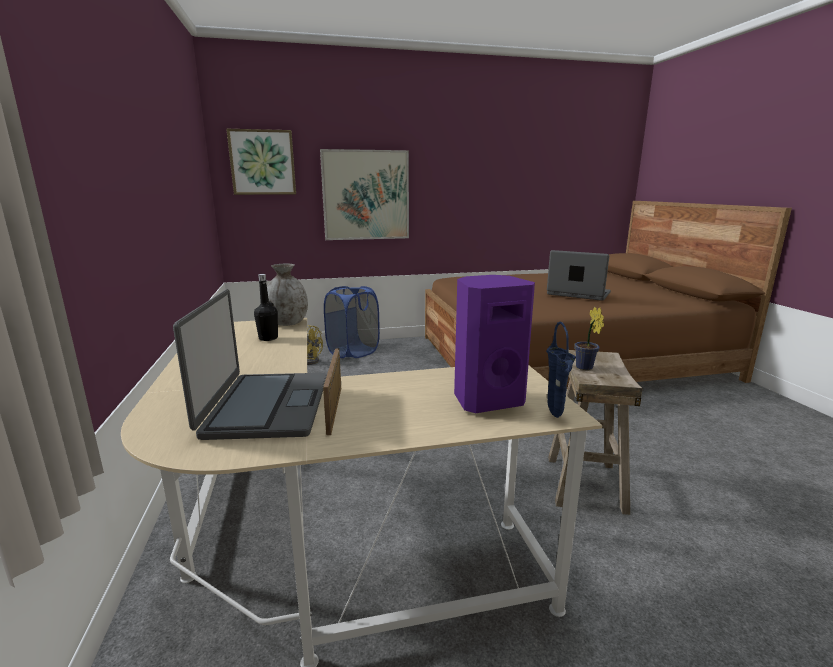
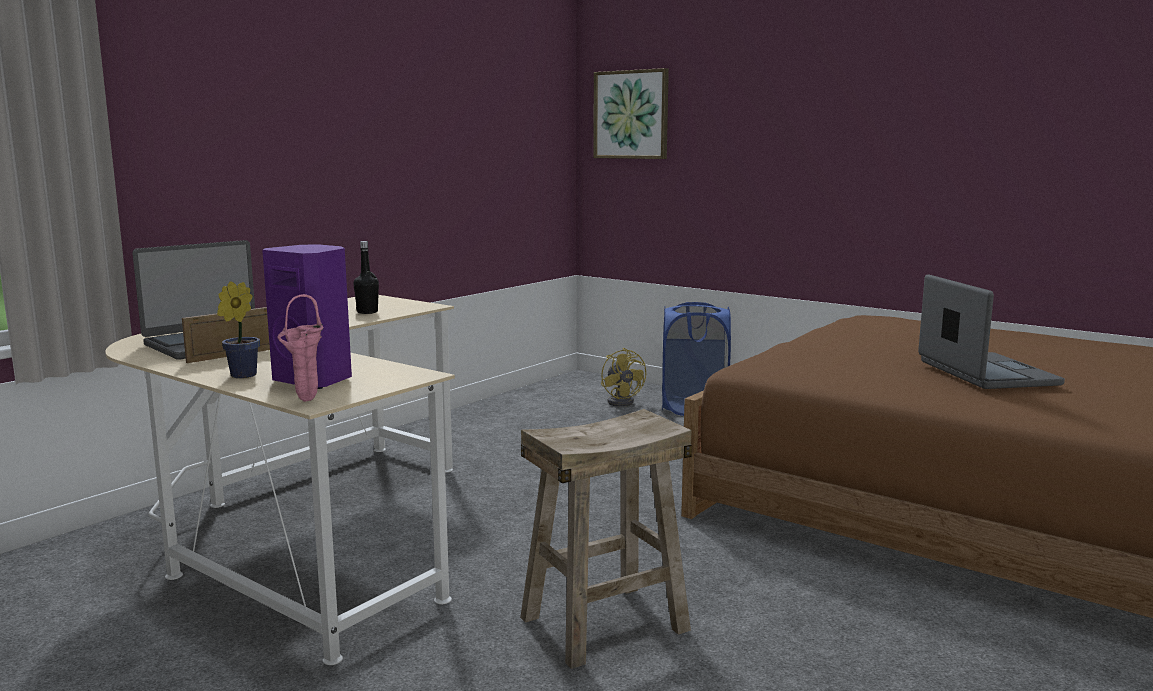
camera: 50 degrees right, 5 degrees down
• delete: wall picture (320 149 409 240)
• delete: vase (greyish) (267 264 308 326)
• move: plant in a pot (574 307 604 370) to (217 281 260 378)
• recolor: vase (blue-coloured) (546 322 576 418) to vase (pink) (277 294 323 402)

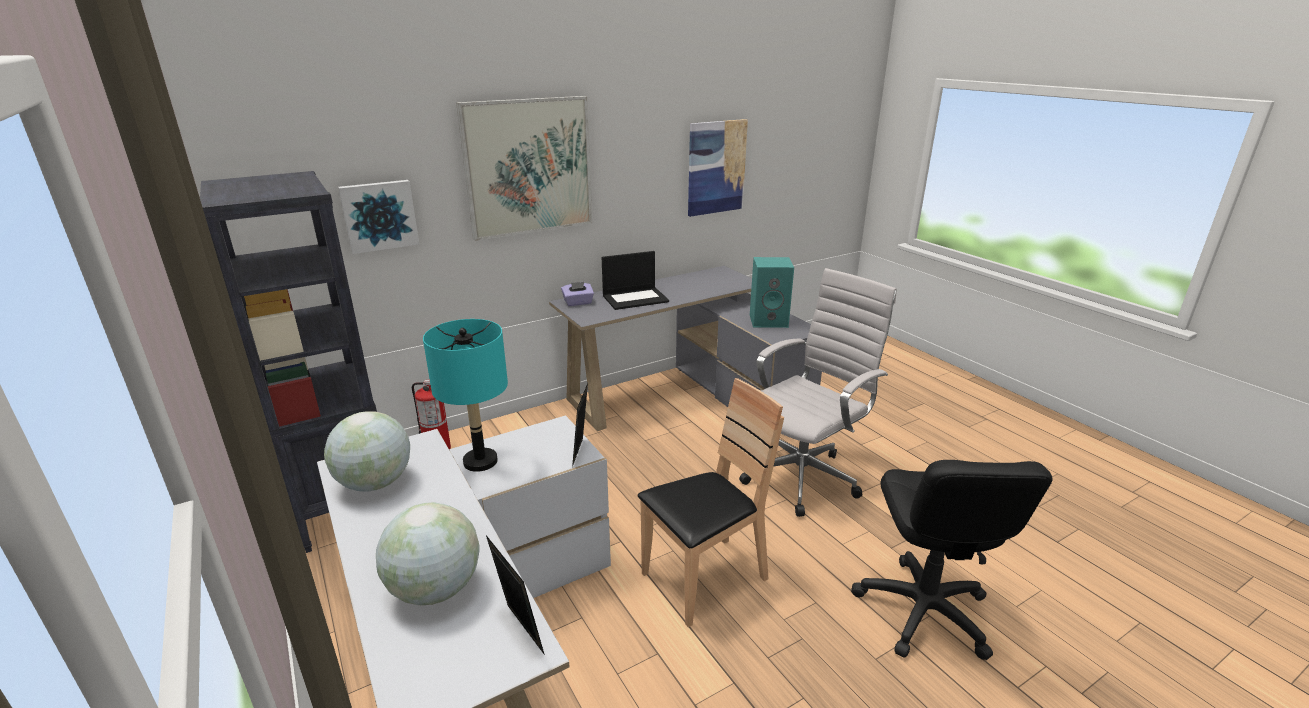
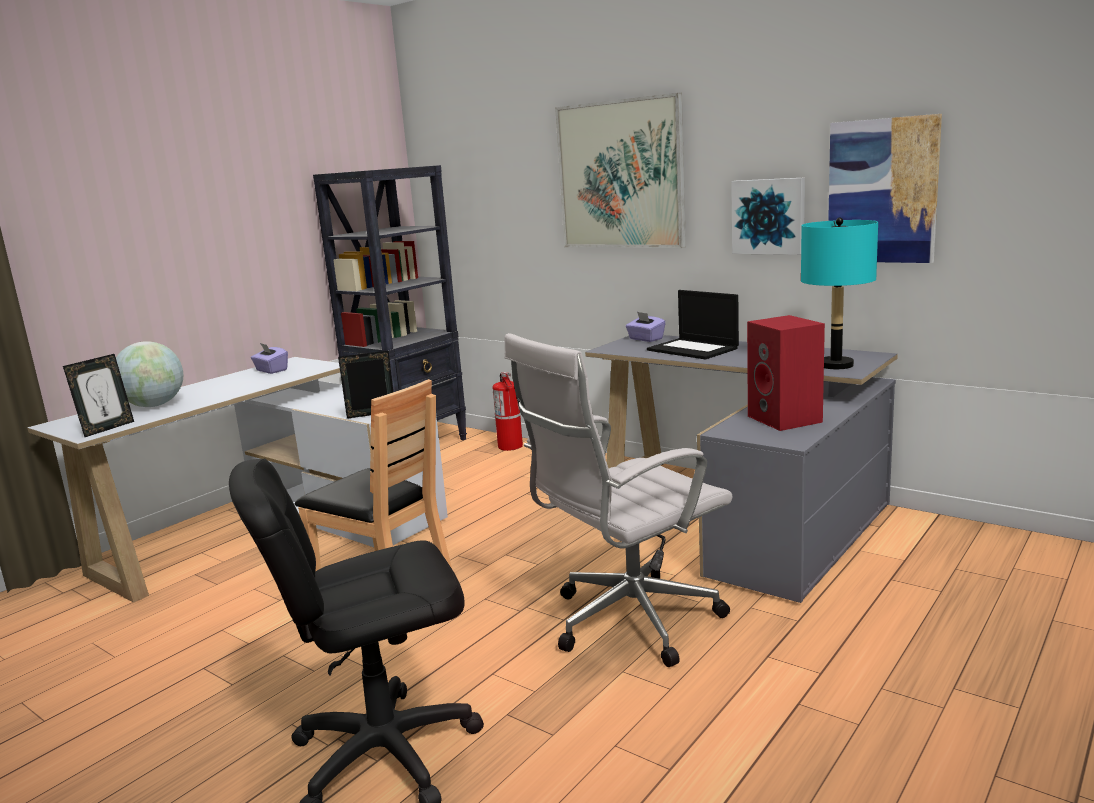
camera: 70 degrees right, 10 degrees down
• move: wall picture (338 180 419 254) to (731 177 805 255)
• recolor: audio speaker (turquoise-coloured) (750 257 794 328) to audio speaker (red) (747 315 825 431)
• rotate: office chair (white-coloured) (739 268 897 517) = (504 333 732 667) 120 degrees clockwise
• move: tabletop lamp (turquoise-coloured) (423 319 508 472) to (801 217 878 369)
• replace: world globe (324 411 410 492) to box of tissues (purple-coloured) (251 343 288 374)

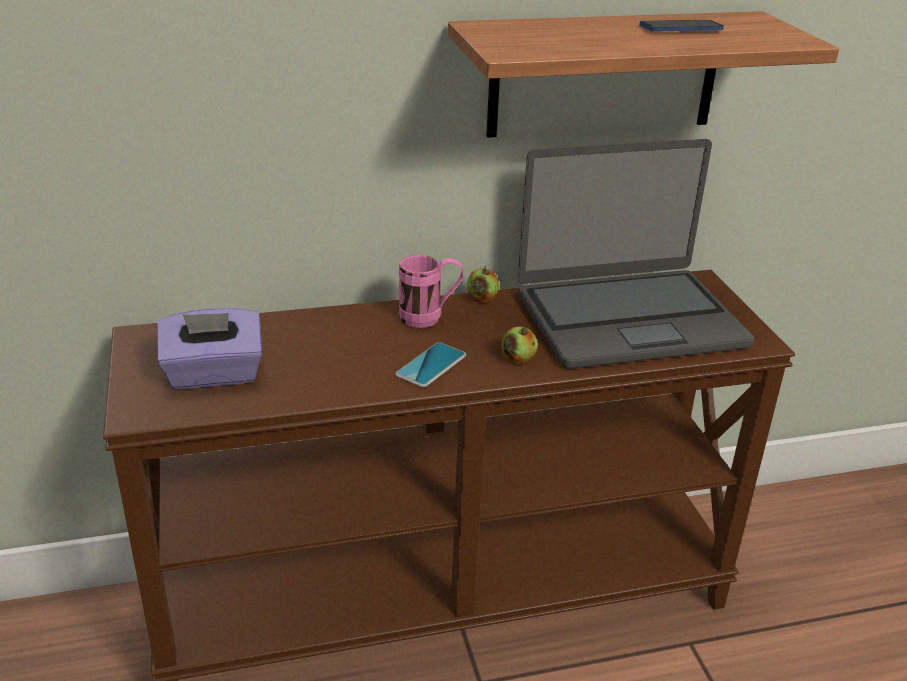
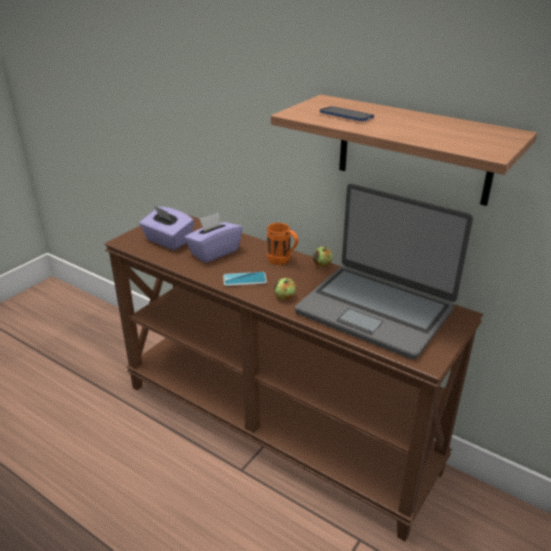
camera: 50 degrees right, 0 degrees up
• move: handset (639 20 724 31) to (320 106 374 121)
• recolor: coffee mug (pink) (399 255 463 328) to coffee mug (orange-coloured) (267 223 298 265)
• insert: box of tissues (purple-coloured) (184 212 242 263)

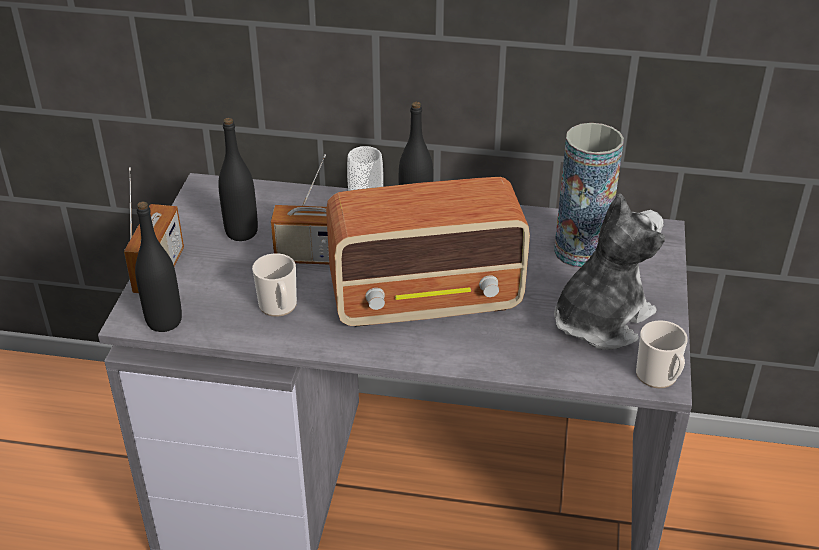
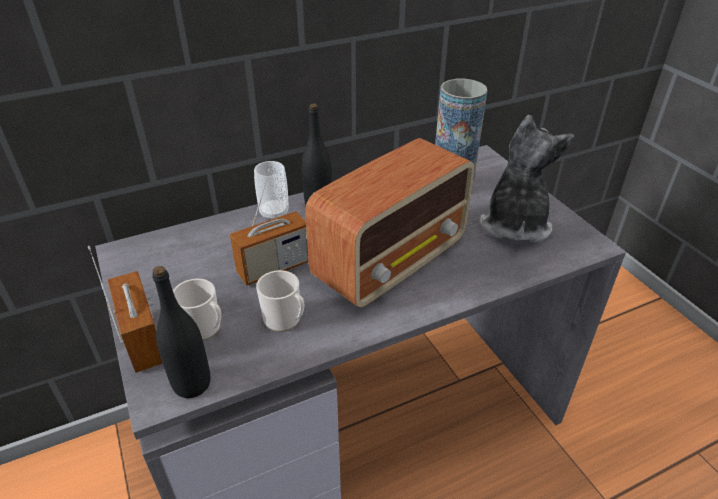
camera: 35 degrees left, 0 degrees up
• delete: beverage bottle (blackish) (218 118 258 241)
• move: coffee mug (636 320 688 388) to (173 279 221 341)

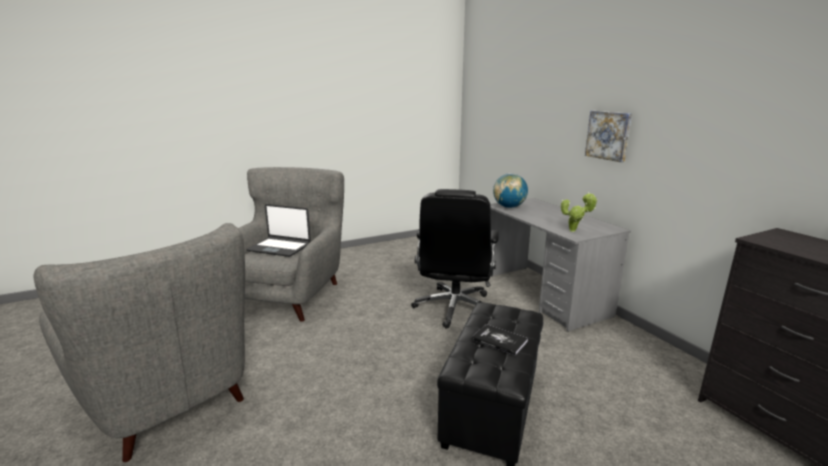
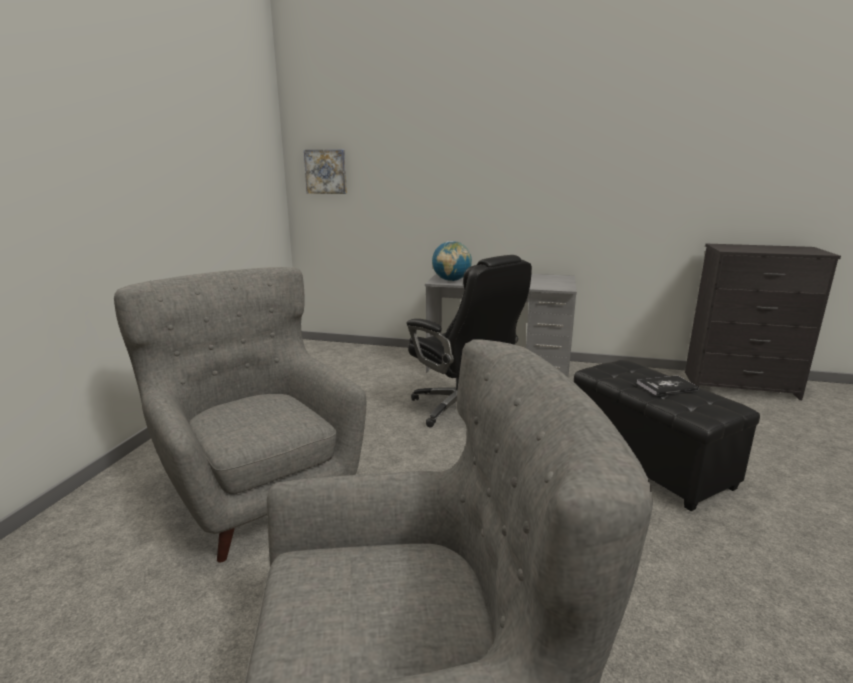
camera: 50 degrees left, 0 degrees up
• move: wall picture (585 111 632 162) to (304 149 347 194)
• delete: plant in a pot (561 192 598 232)
• delete: laptop (246 204 311 257)

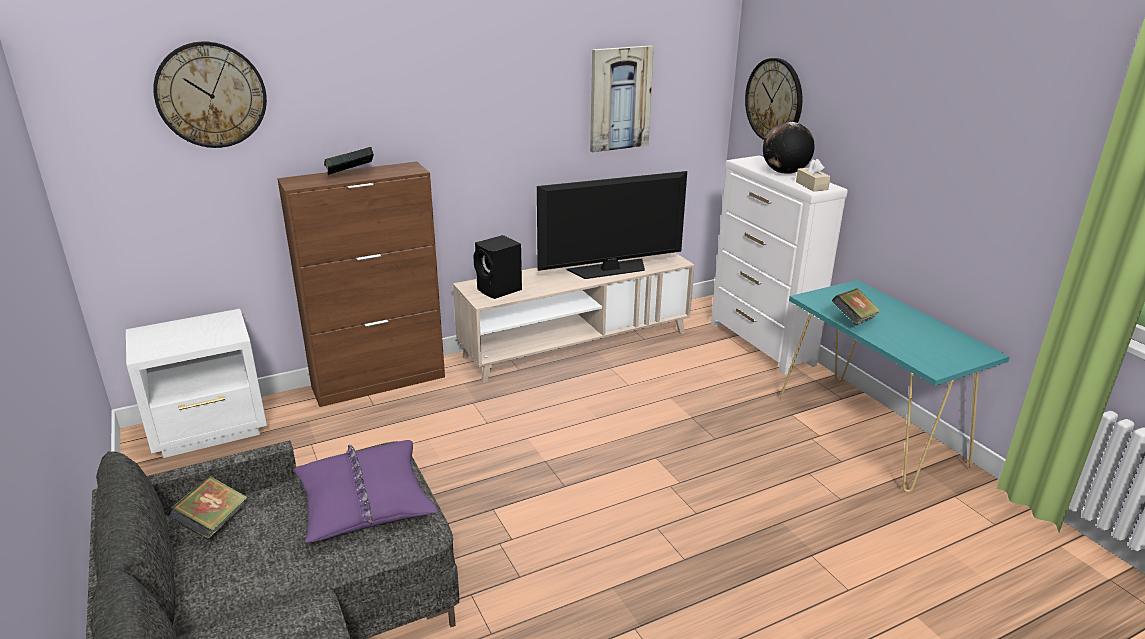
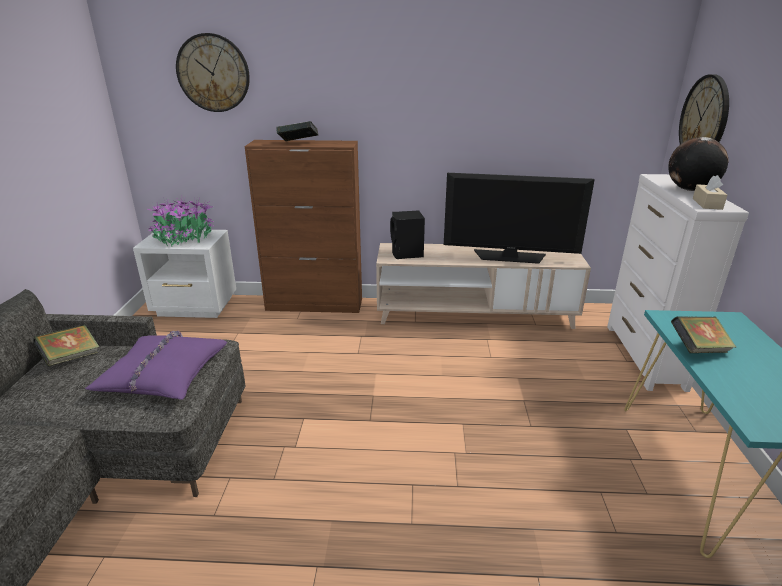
camera: 30 degrees right, 0 degrees up
• delete: wall picture (590 45 654 153)
• insert: plant in a pot (147 197 215 246)

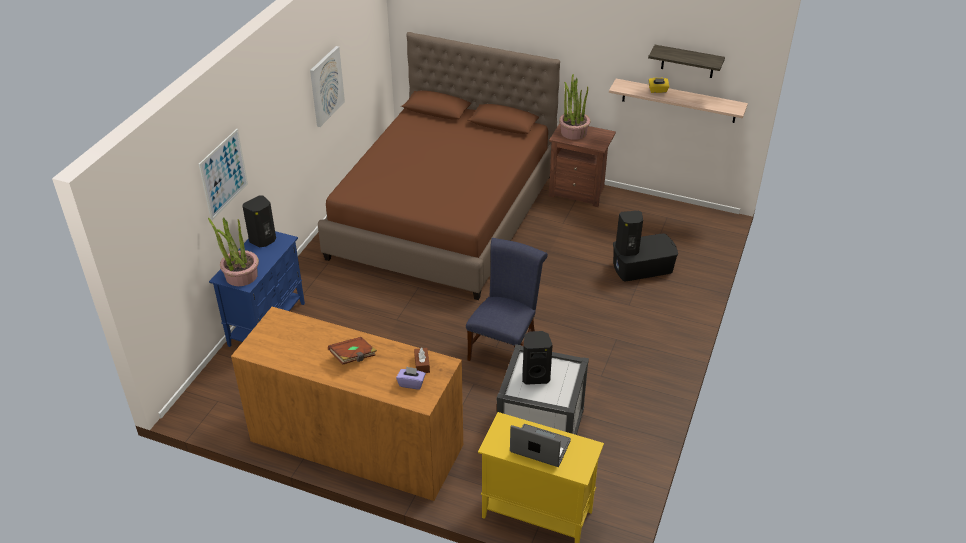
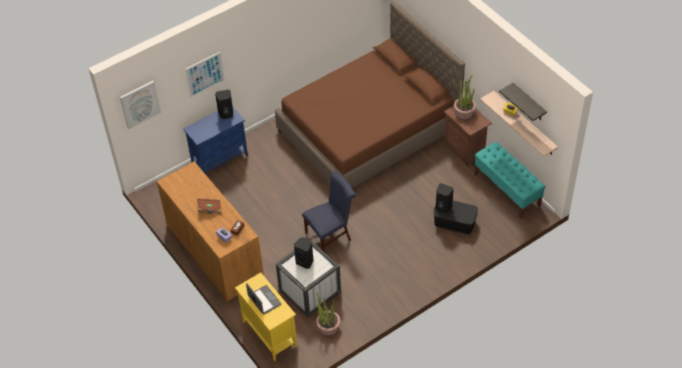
camera: 35 degrees right, 10 degrees up
• move: wall picture (310 46 345 127) to (120 81 161 129)
• move: plant in a pot (208 217 259 286) to (316 293 341 335)
• insert: bench (turquoise-coloured) (474 142 546 219)

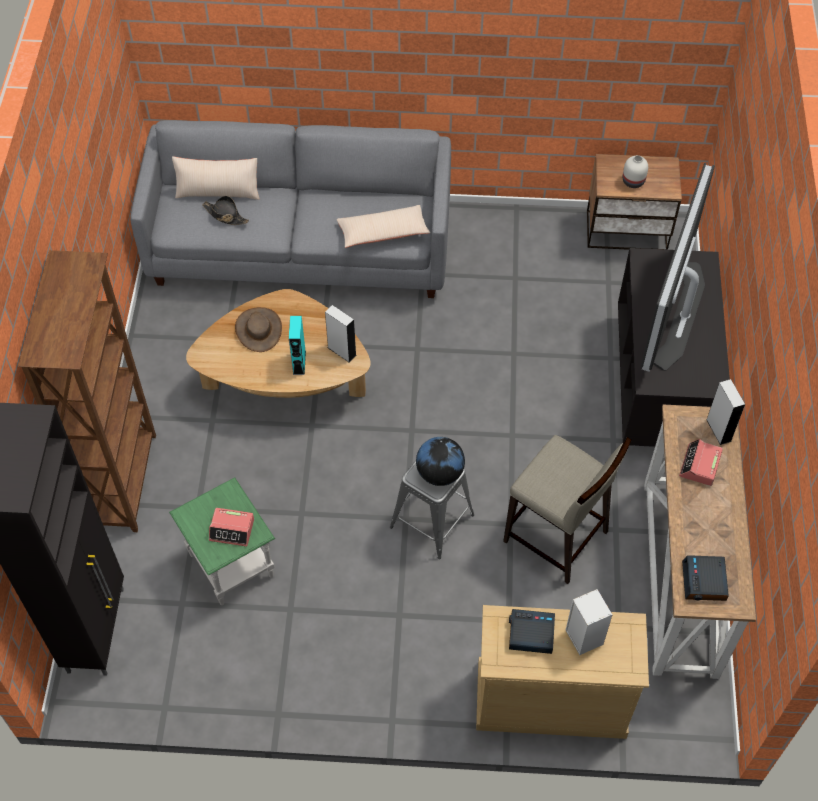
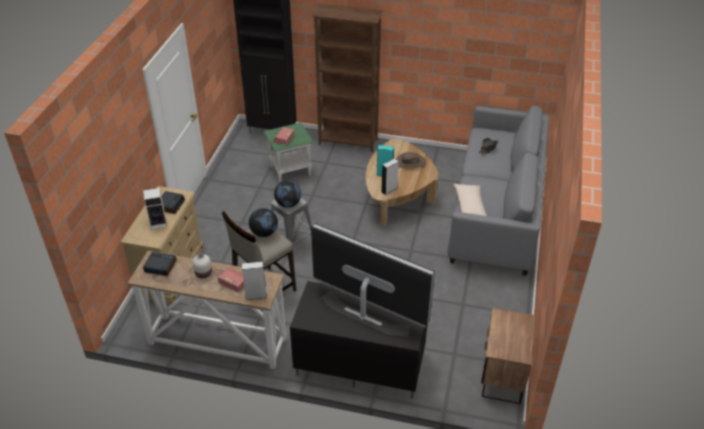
camera: 100 degrees right, 15 degrees down
• move: vase (white-coloured) (623 155 648 188) to (192 254 212 278)
• delete: throw pillow (beige-coloured) (172 156 260 200)
• insert: world globe (249 208 278 237)

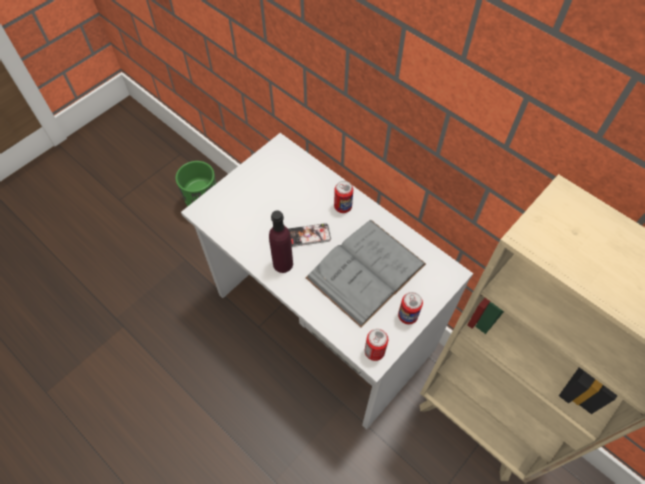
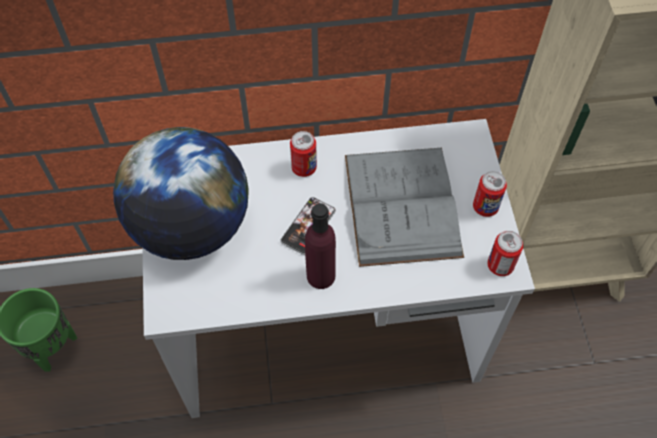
camera: 50 degrees left, 0 degrees up
• insert: world globe (113 127 248 260)

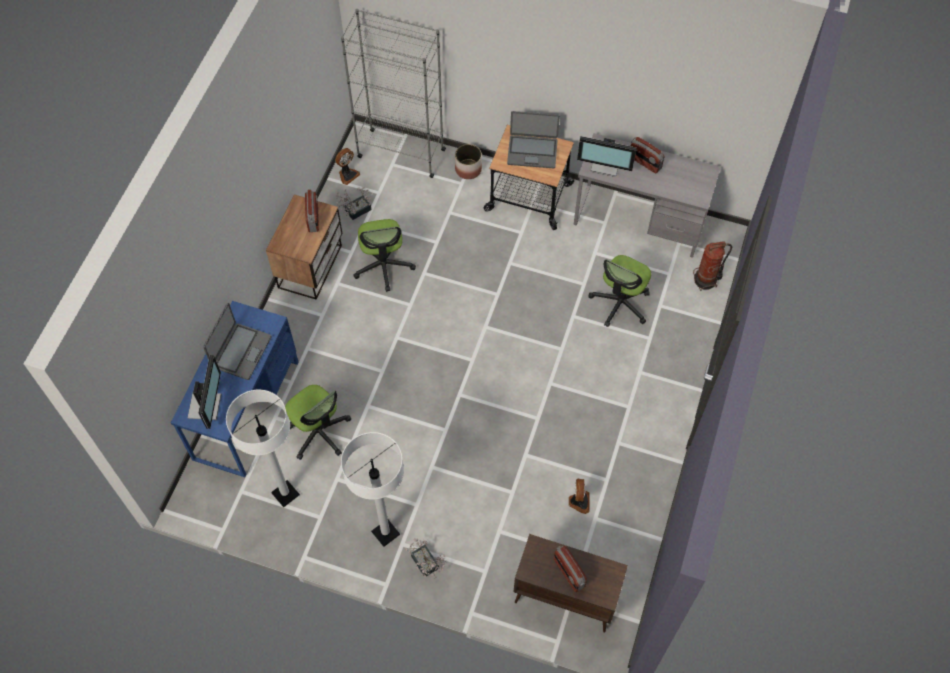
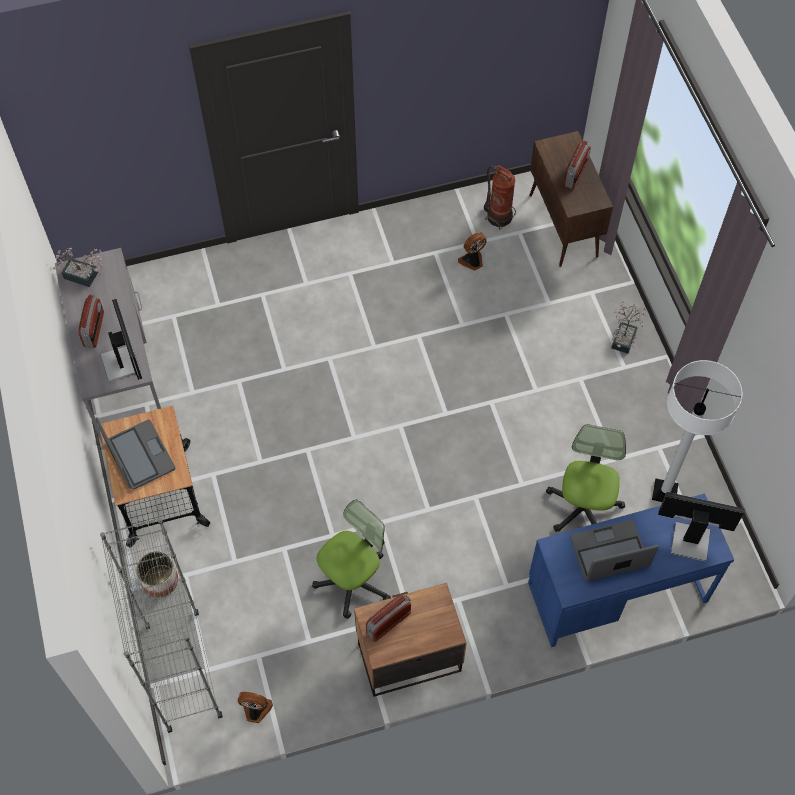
camera: 125 degrees left, 0 degrees up
• move: plant in a pot (336 187 373 220) to (53 248 102 287)
• move: fire extinguisher (693 241 732 291) to (484 165 516 229)
• delete: office chair (588 255 651 327)
• rotate: computer display (188 355 221 429) = (658 492 745 562) 45 degrees clockwise
• delete: standard lamp (white-coloured) (341 432 404 547)

